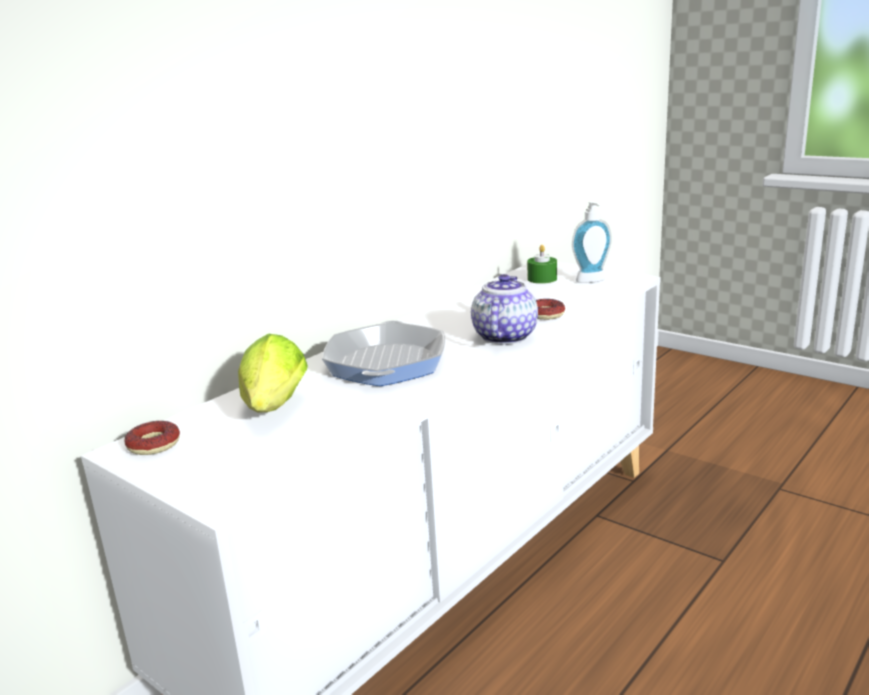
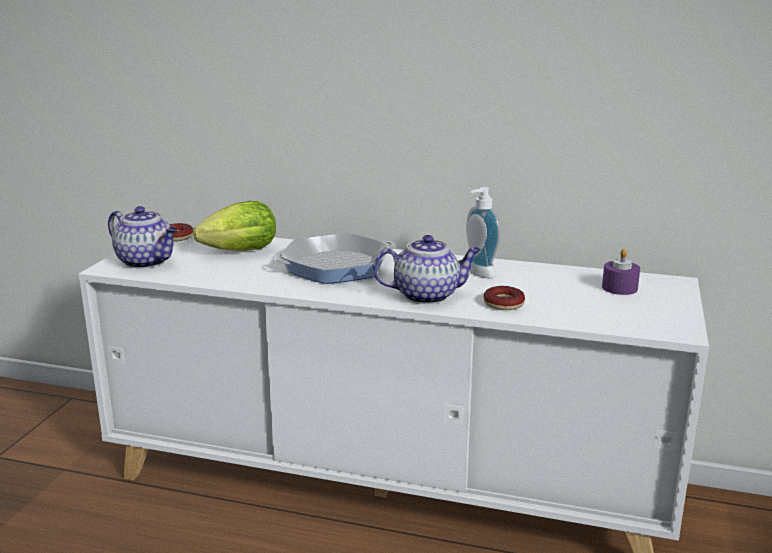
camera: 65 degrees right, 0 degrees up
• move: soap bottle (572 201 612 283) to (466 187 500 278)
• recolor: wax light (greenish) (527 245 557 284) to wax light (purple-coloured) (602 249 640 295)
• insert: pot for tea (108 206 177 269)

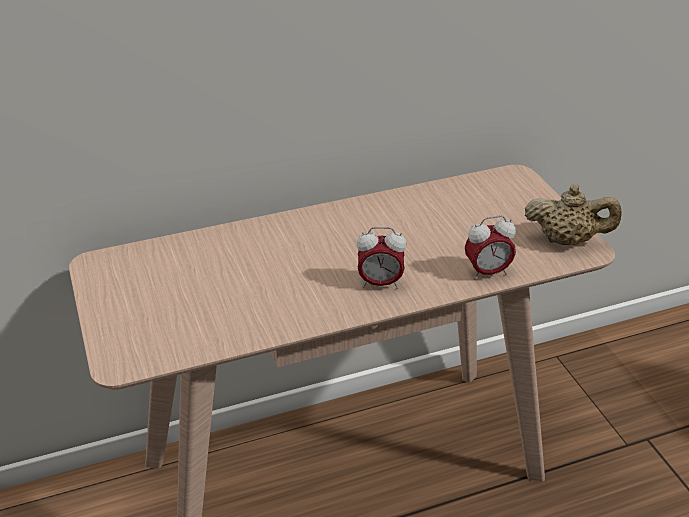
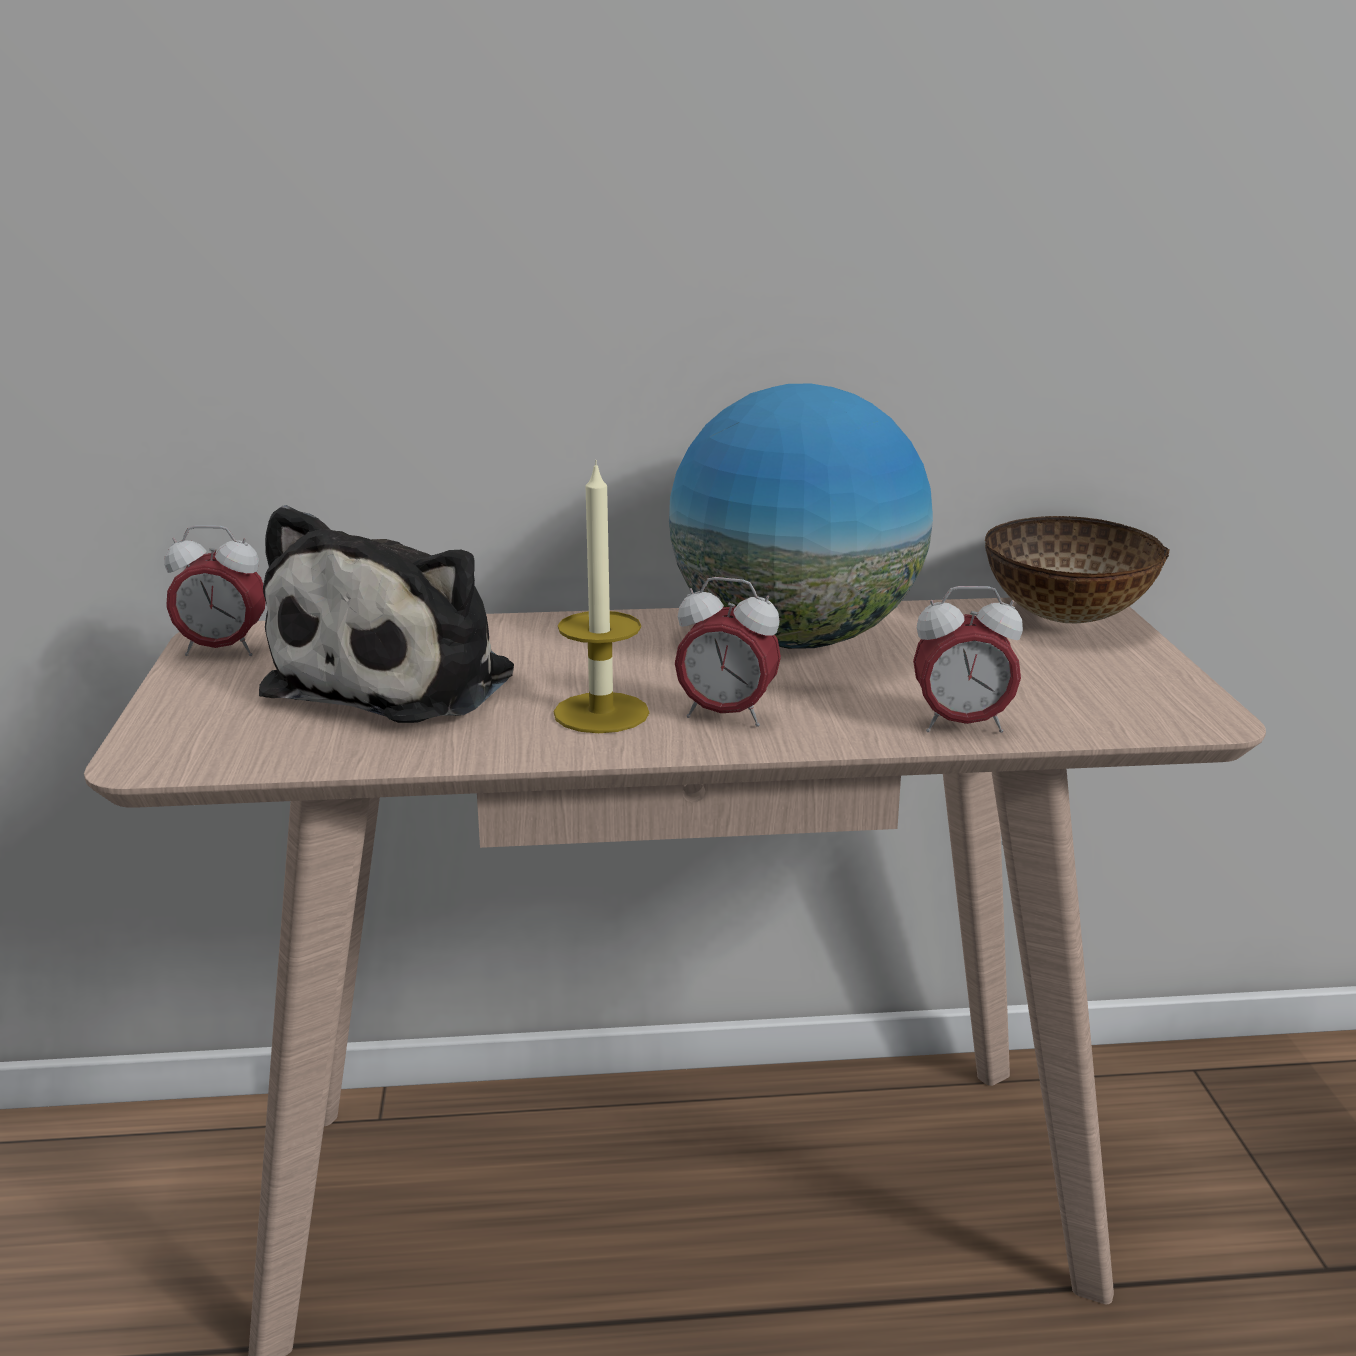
camera: 15 degrees right, 15 degrees down
• delete: pot for tea (beige-coloured) (525 185 622 245)
• insert: world globe (669 383 933 649)
• insert: wax light (554 460 649 733)
• insert: soft toy (259 505 514 723)
• insert: deep dish (985 516 1170 623)
• insert: alarm clock (164 526 266 656)

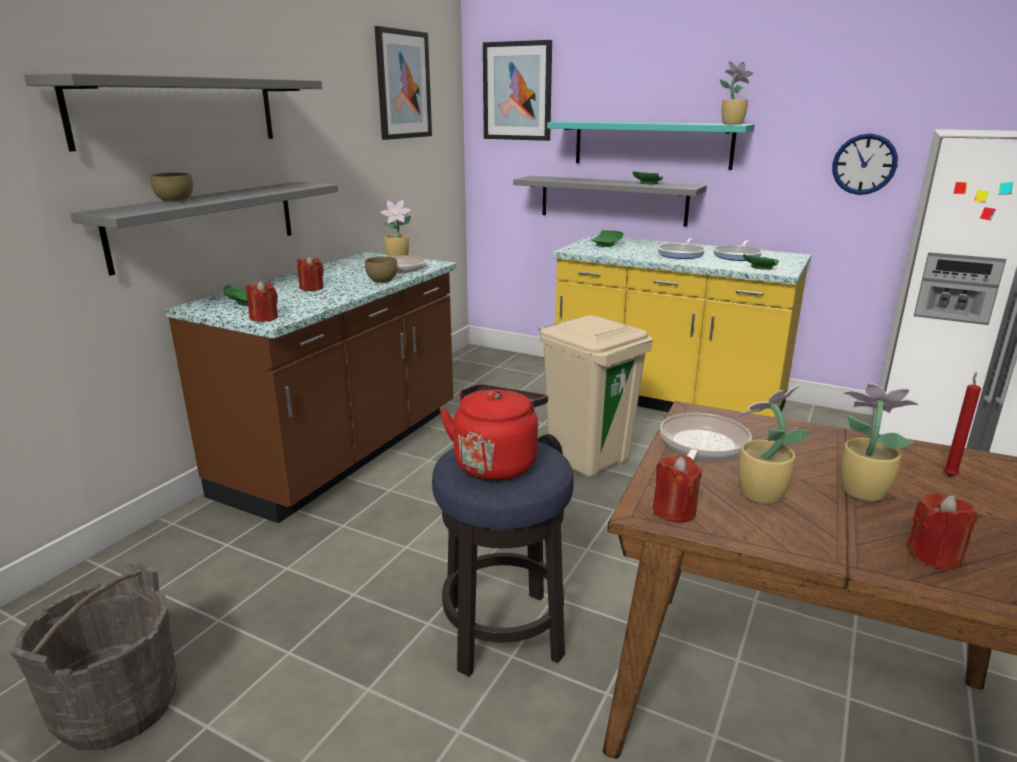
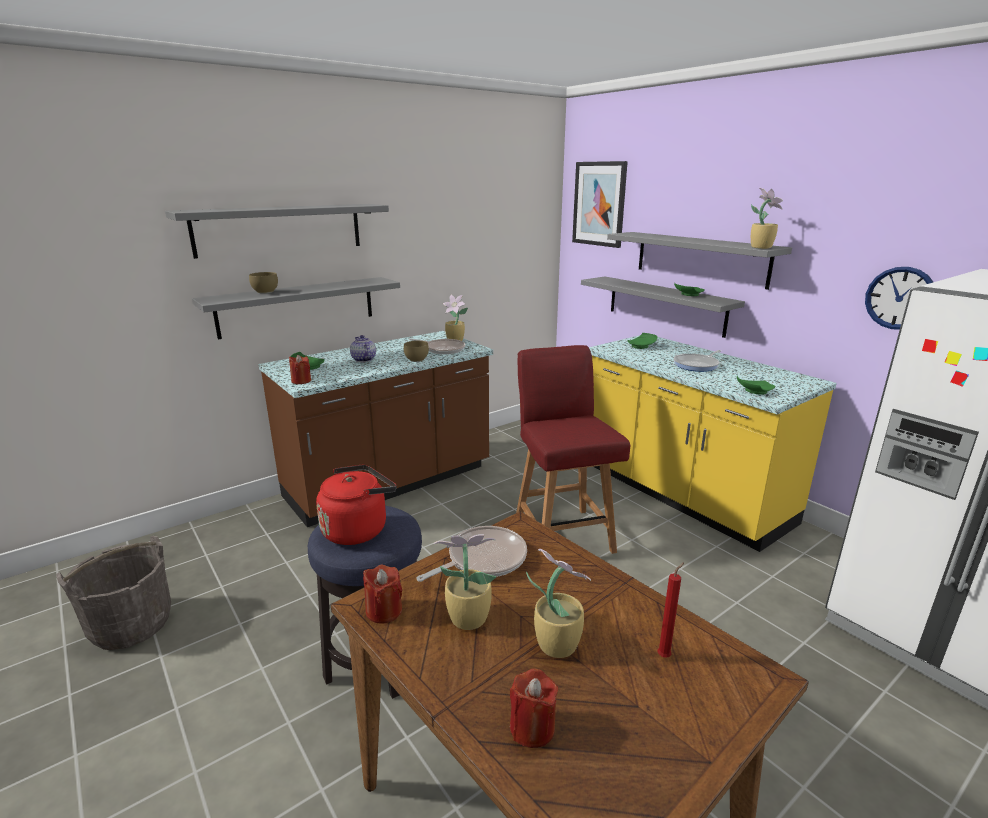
camera: 25 degrees right, 0 degrees up
• delete: wall picture (375 26 432 140)
• recolor: wall shelf (turquoise-coloured) (547 121 755 170) to wall shelf (greyish) (607 232 792 290)
• delete: pan (713 240 762 261)
• replace: wax light (red) (297 255 324 291) to pot for tea (350 335 376 362)
• replace: waste bin (beige-coloured) (538 315 653 477) to upright chair (red) (516 345 630 554)

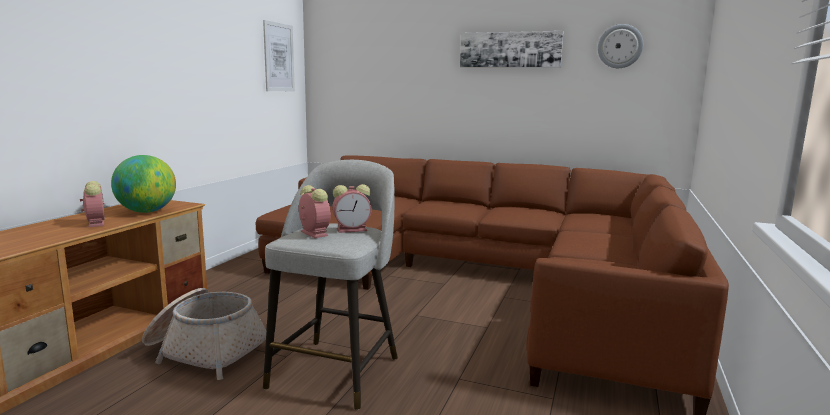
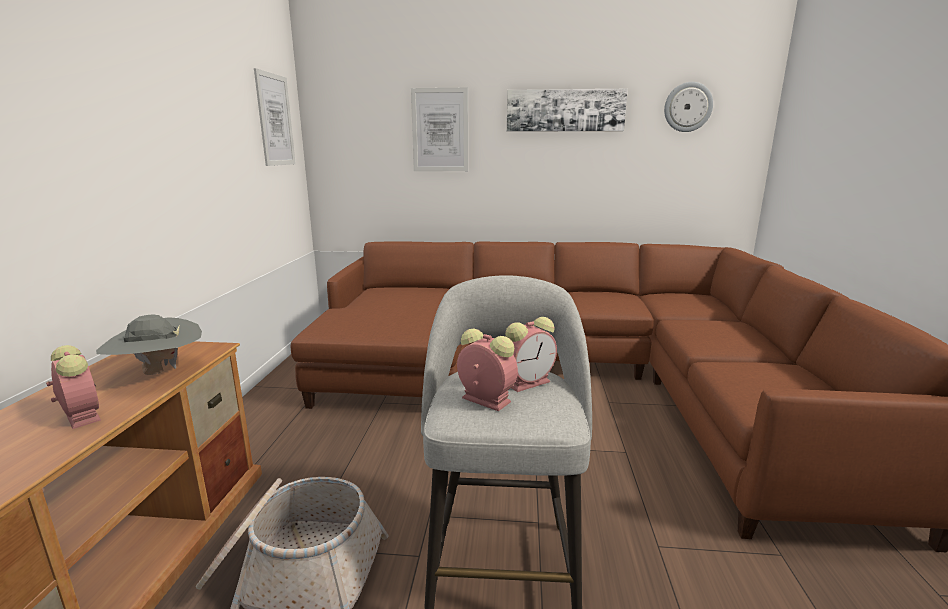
camera: 15 degrees left, 5 degrees up
• replace: world globe (111 155 176 213) to hat (greyish) (96 314 202 375)
• insert: wall picture (411 88 468 171)

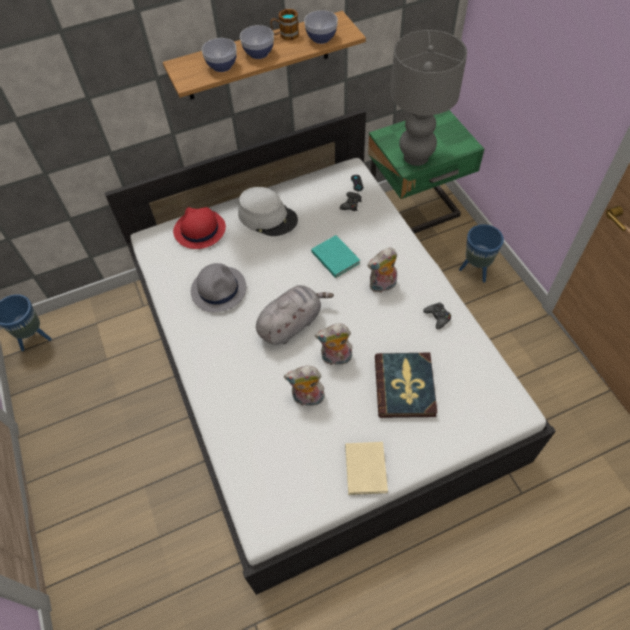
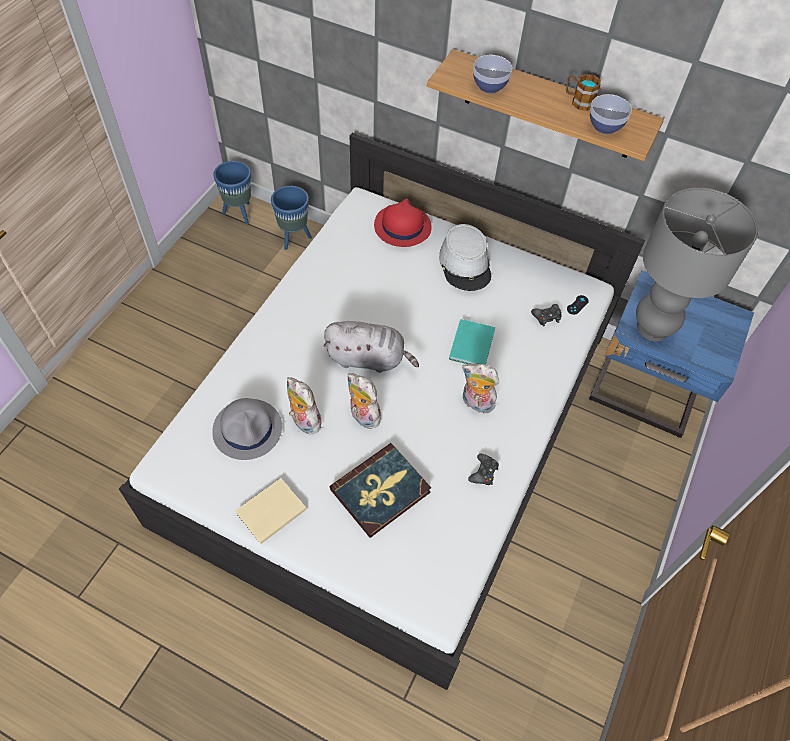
camera: 45 degrees right, 0 degrees up
• delete: deep dish (240 25 274 59)
• recolor: bedside table (greenish) (368 110 484 233) to bedside table (blue-coloured) (589 271 754 438)
• move: flower pot (blue-coloured) (459 224 504 283) to (271 186 312 250)
• move: hat (greyish) (191 263 247 312) to (212 398 282 460)

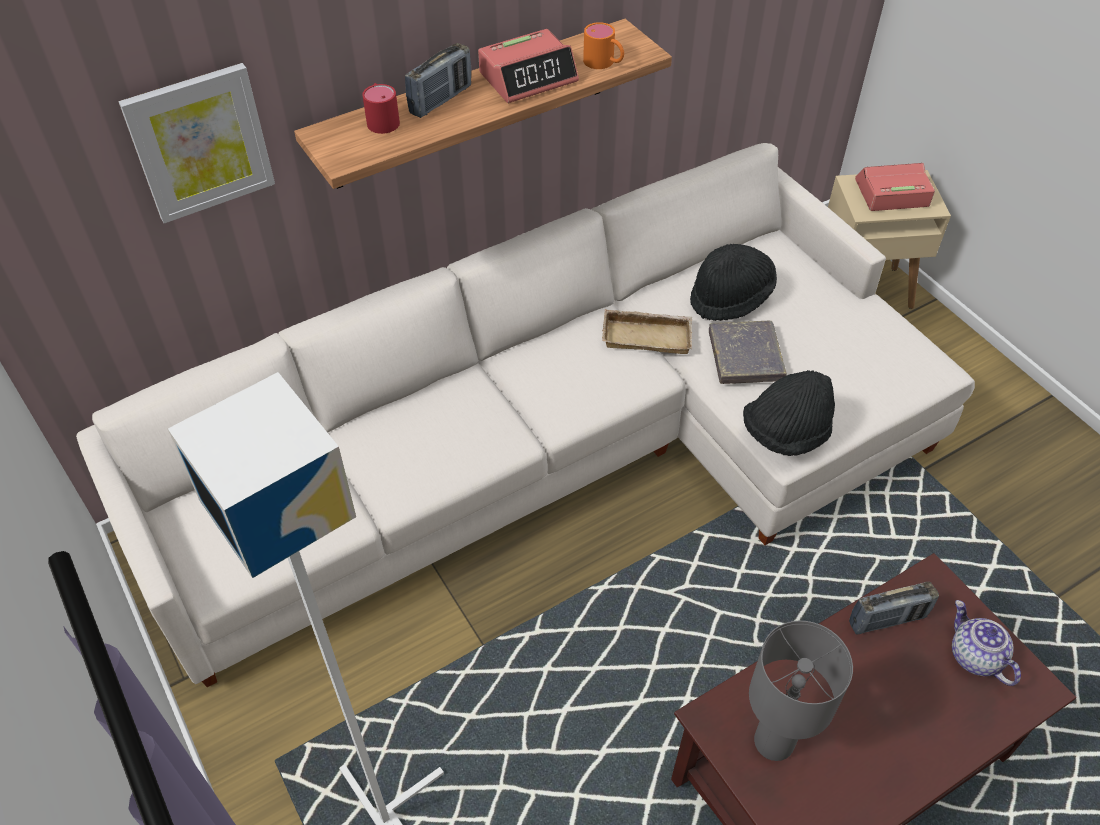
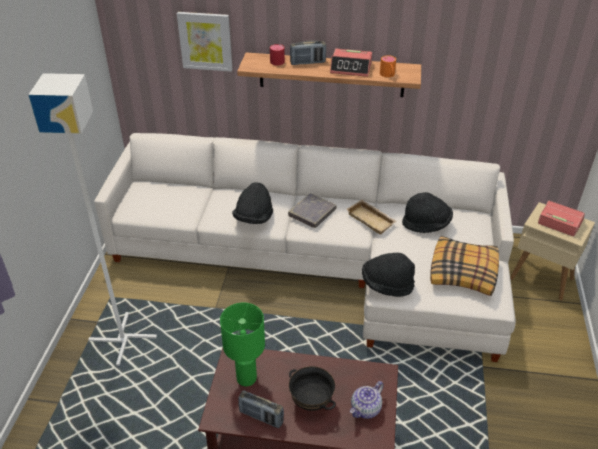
camera: 40 degrees right, 10 degrees down
• move: volume (greyish) (709 321 787 384) to (288 193 336 228)
• move: radio set (849 582 939 635) to (239 390 284 428)
• rotate: pot for tea (952 600 1021 686) = (350 381 384 419) 150 degrees counterclockwise
• recolor: tabletop lamp (greyish) (749 621 853 761) to tabletop lamp (greenish) (220 303 265 386)
• insert: hat (blackish) (232 183 273 224)
• insert: throw pillow (430 236 499 296)
• insert: deep dish (blackish) (289 366 336 411)

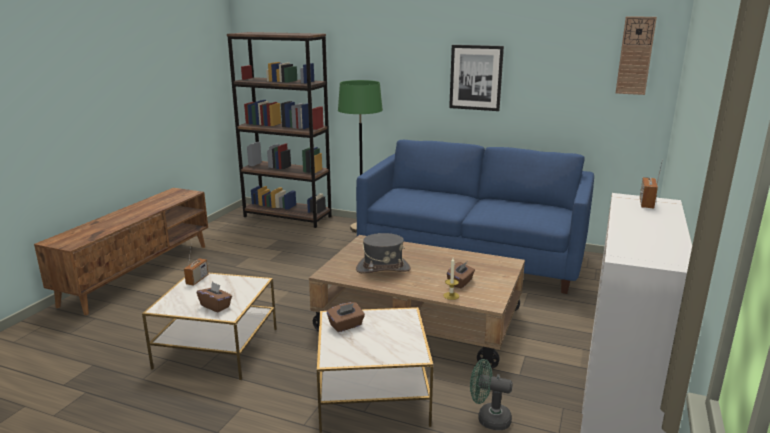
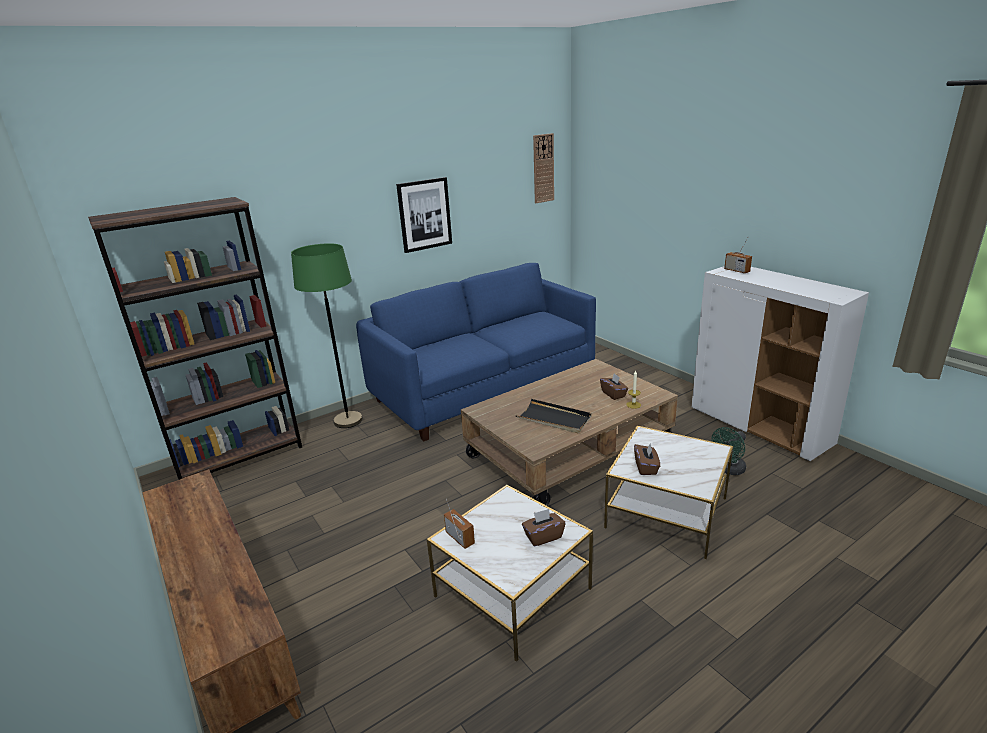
camera: 55 degrees left, 5 degrees up
• replace: hat (greyish) (356 233 411 273) to carrying tray (blackish) (516 399 592 433)

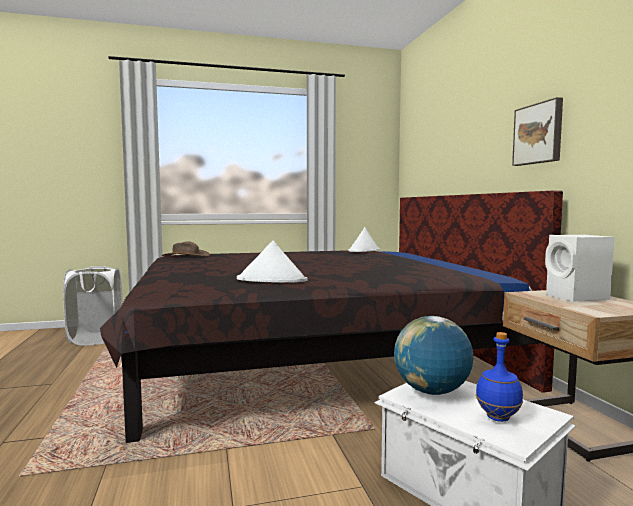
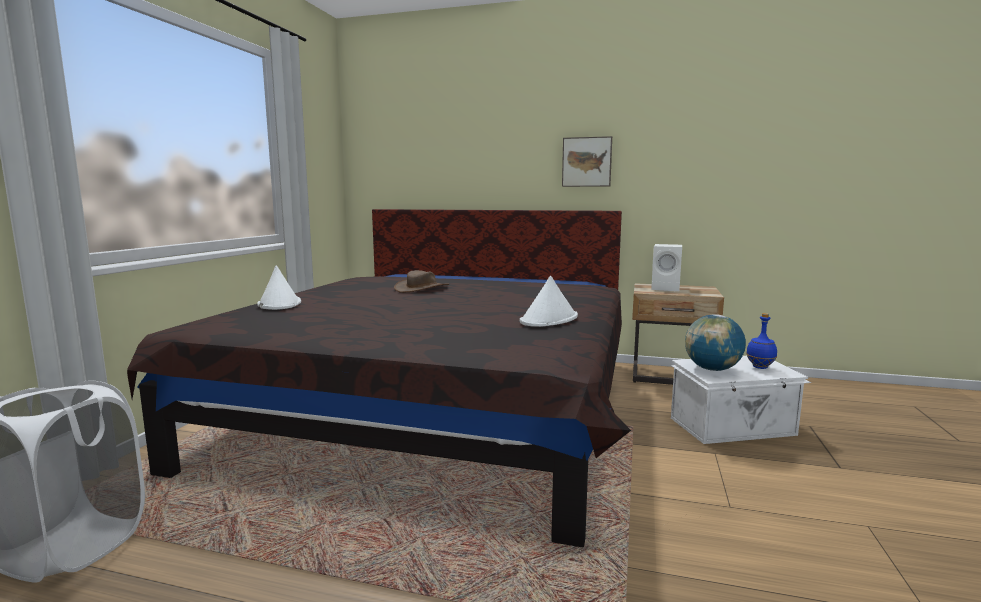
camera: 60 degrees left, 5 degrees up
• move: hat (white-coloured) (348 227 380 252) to (257 266 301 310)
• move: hat (brownish) (161 241 210 257) to (394 270 449 293)

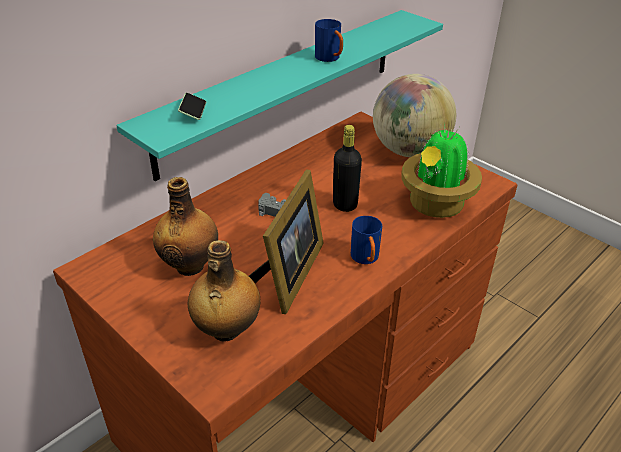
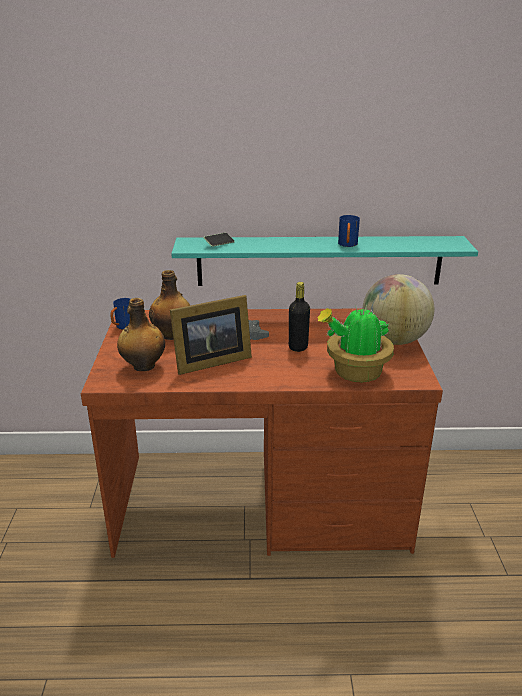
camera: 45 degrees right, 10 degrees down
• move: coffee mug (blue-coloured) (351 216 382 264) to (110 298 130 329)

